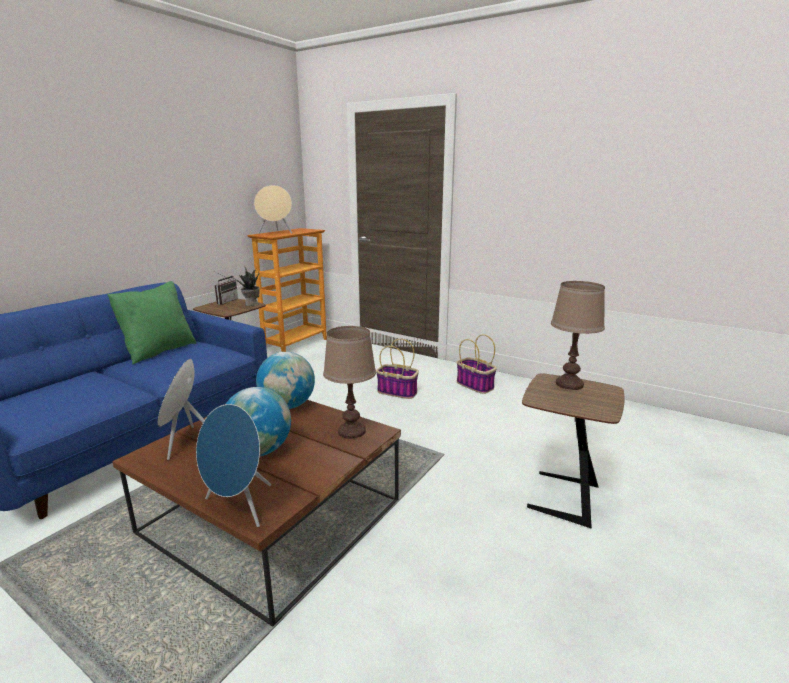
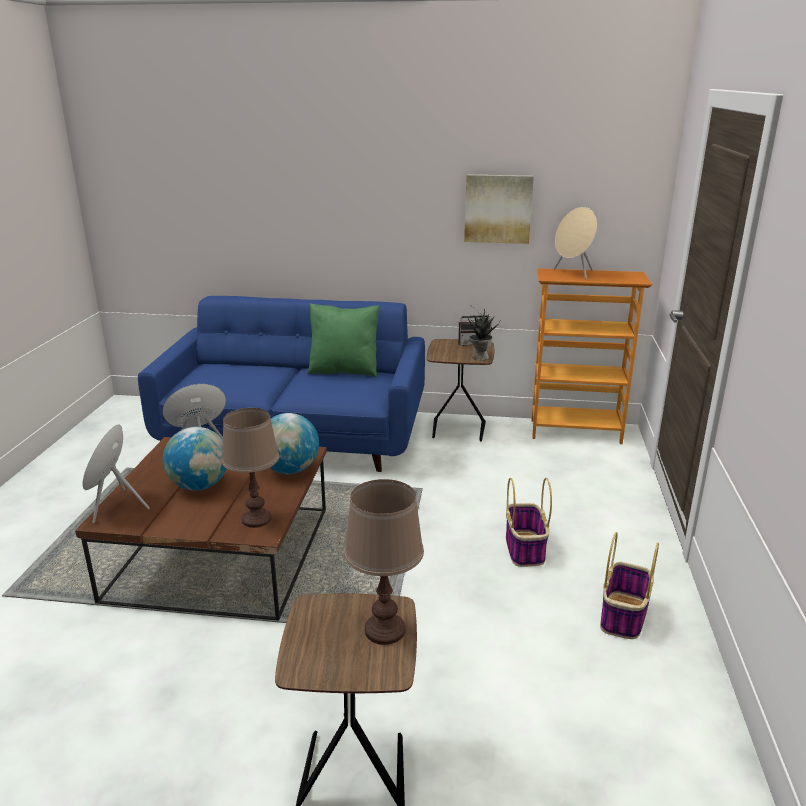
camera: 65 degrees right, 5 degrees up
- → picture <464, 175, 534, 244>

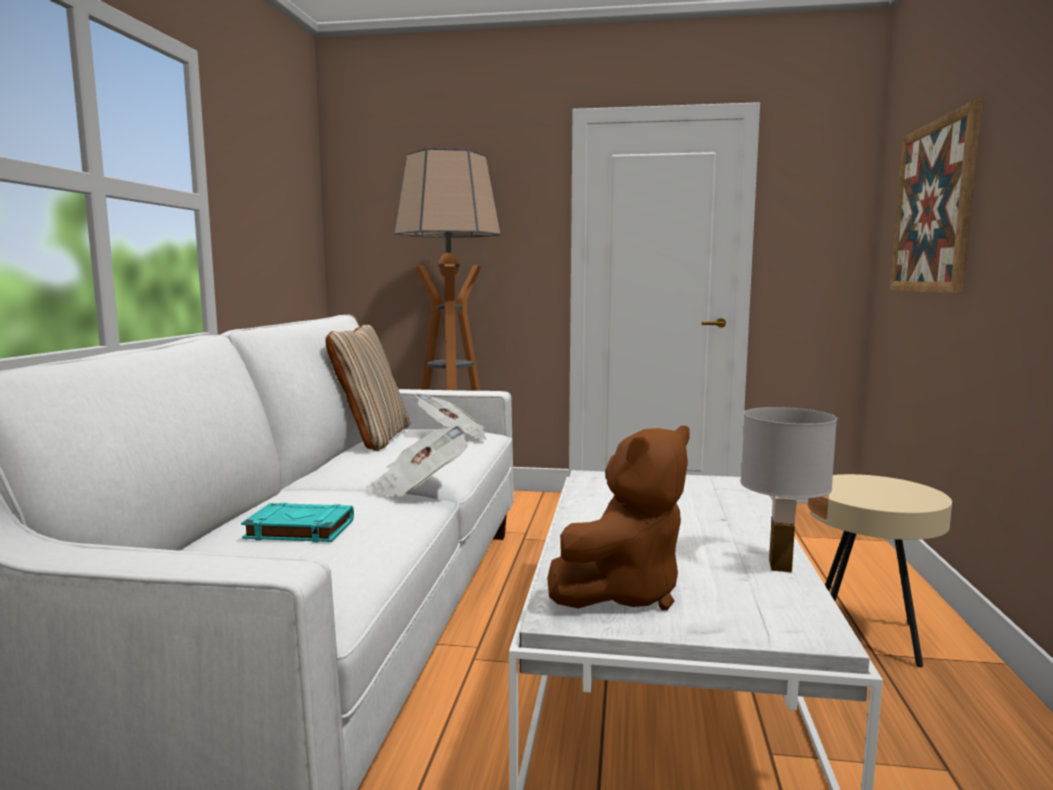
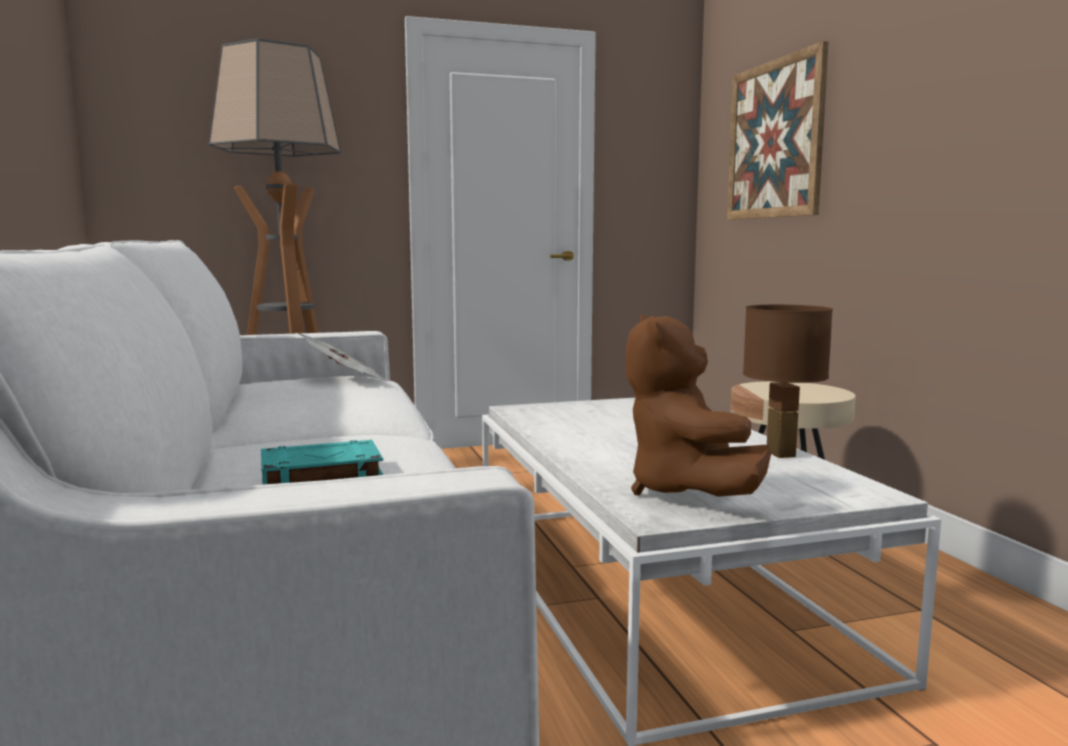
camera: 25 degrees left, 0 degrees up
brown plush toy <547, 426, 689, 610> → brown plush toy <625, 314, 771, 497>, 150 degrees clockwise
white table lamp <740, 407, 837, 573> → brown table lamp <743, 305, 833, 458>
beige pillow <325, 324, 410, 451> → -
newspaper <366, 425, 468, 497> → -

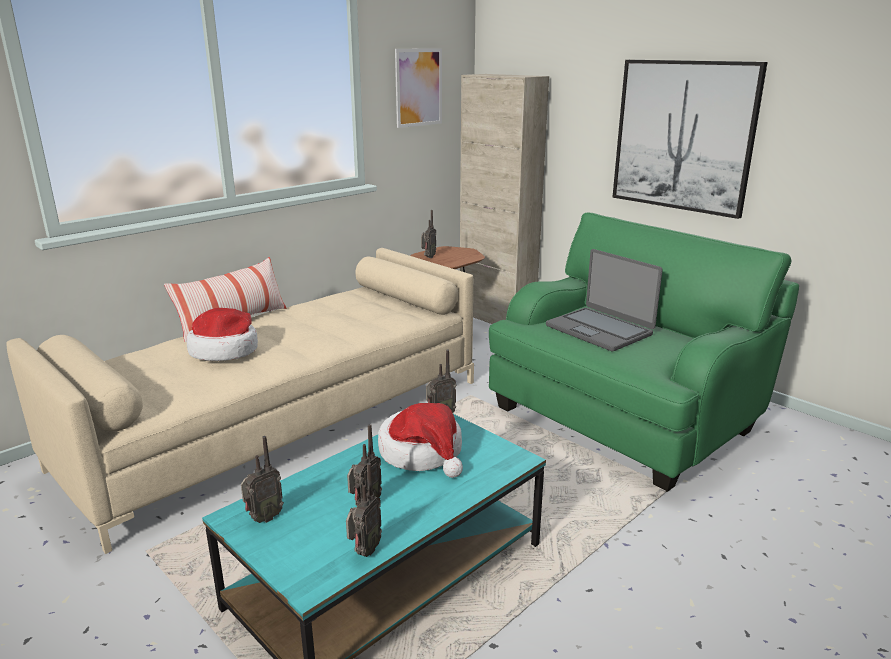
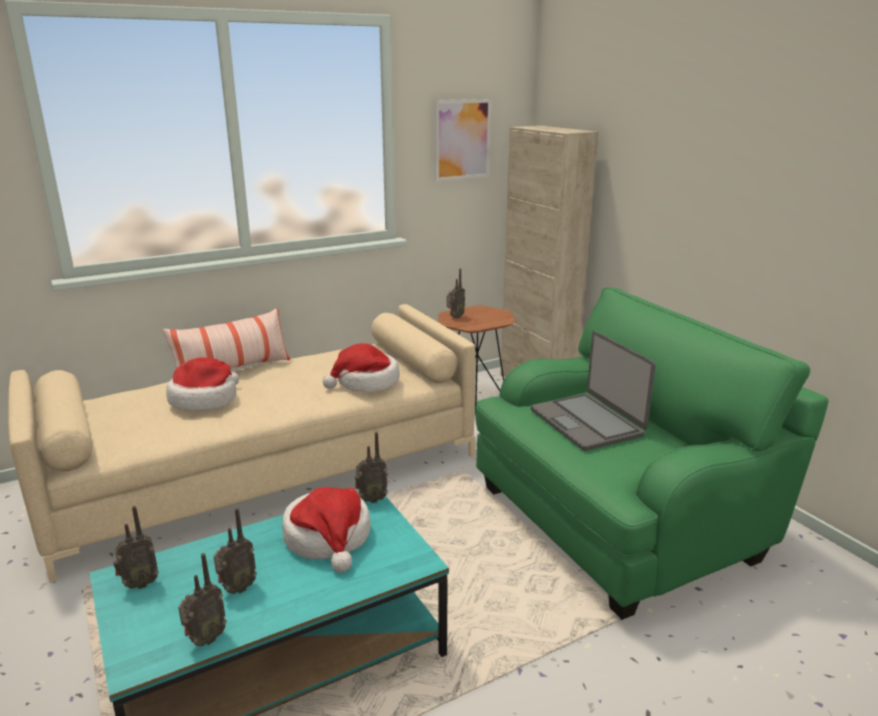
camera: 15 degrees right, 0 degrees up
- → hat <323, 343, 400, 392>
picture <613, 60, 767, 219> → -

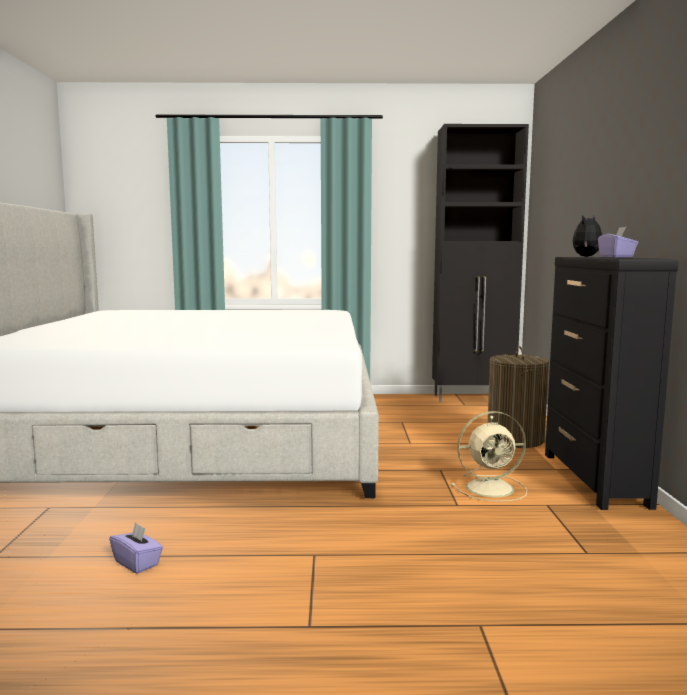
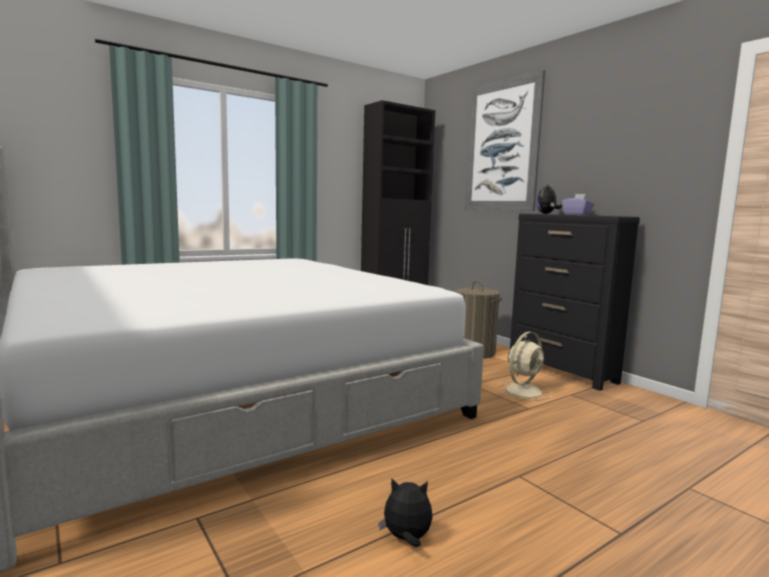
camera: 35 degrees left, 0 degrees up
purple tissue box <109, 522, 163, 574> → plush toy <378, 478, 433, 547>
- → picture <465, 70, 545, 211>

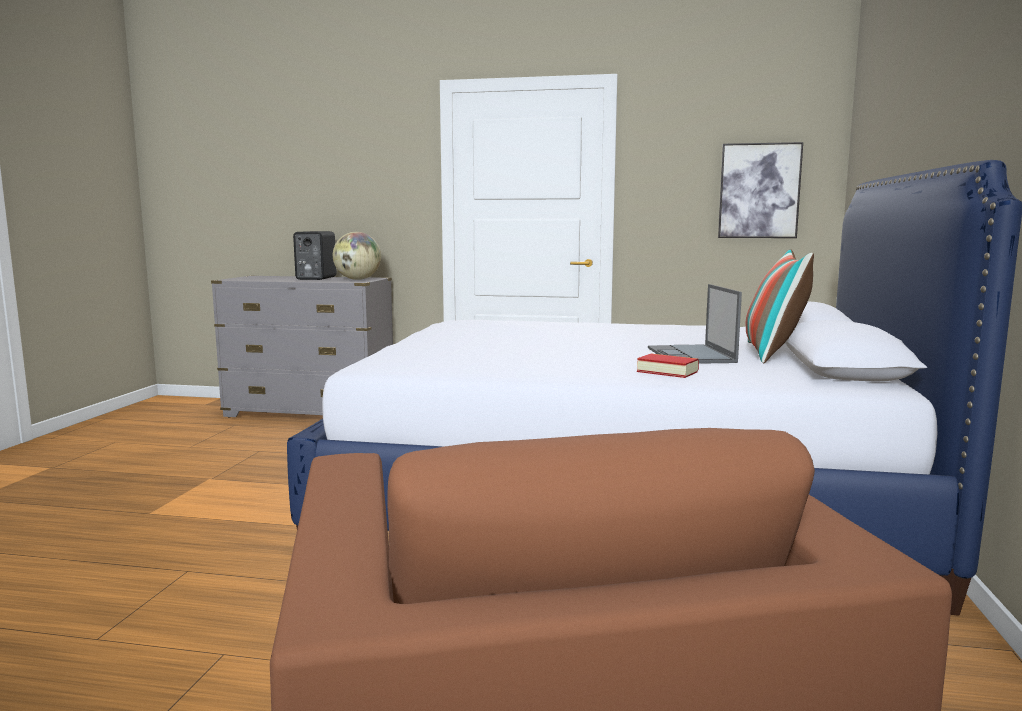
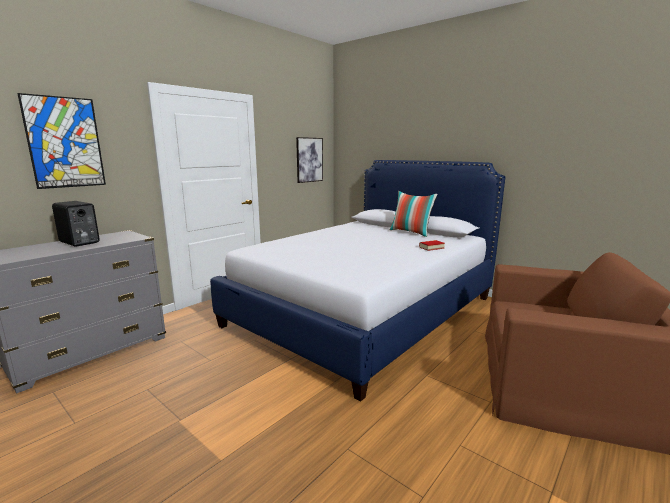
camera: 60 degrees left, 5 degrees up
- → picture <17, 93, 106, 189>
globe <333, 232, 381, 280> → -
laptop <648, 284, 742, 364> → -

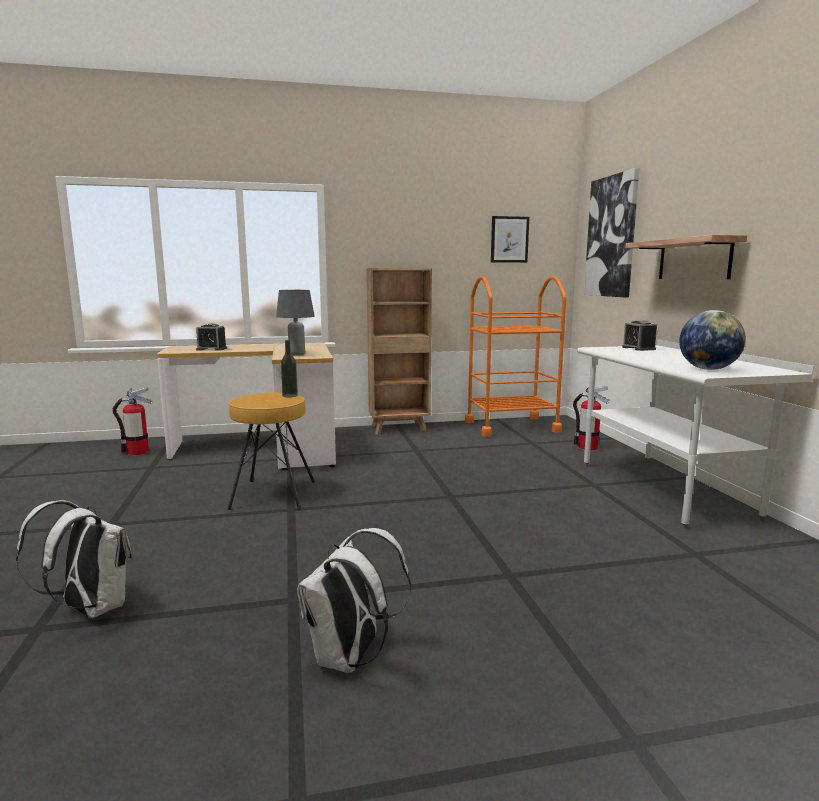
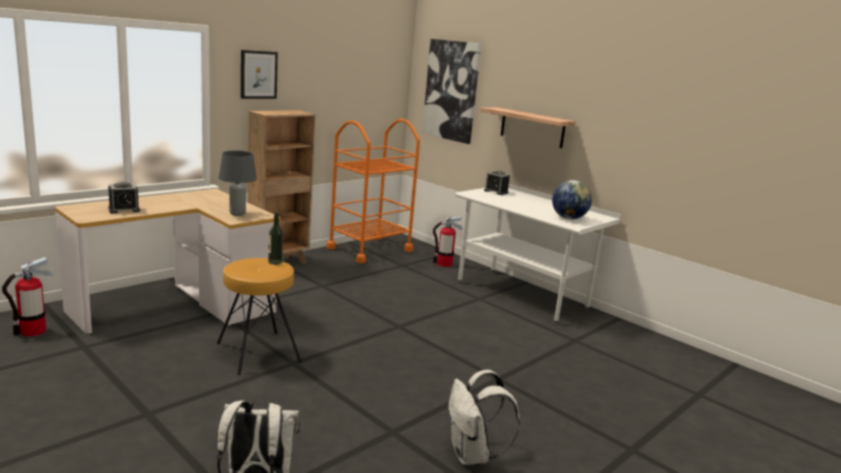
camera: 35 degrees left, 5 degrees up
picture <491, 216, 529, 263> → picture <241, 50, 278, 99>, relocated

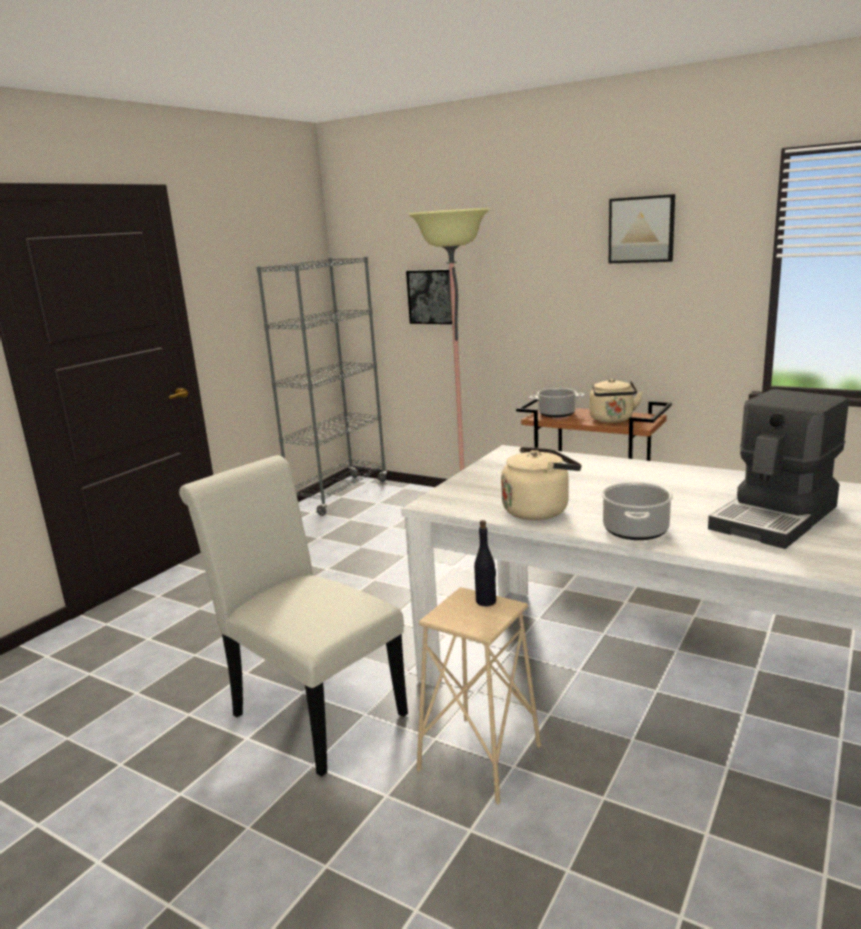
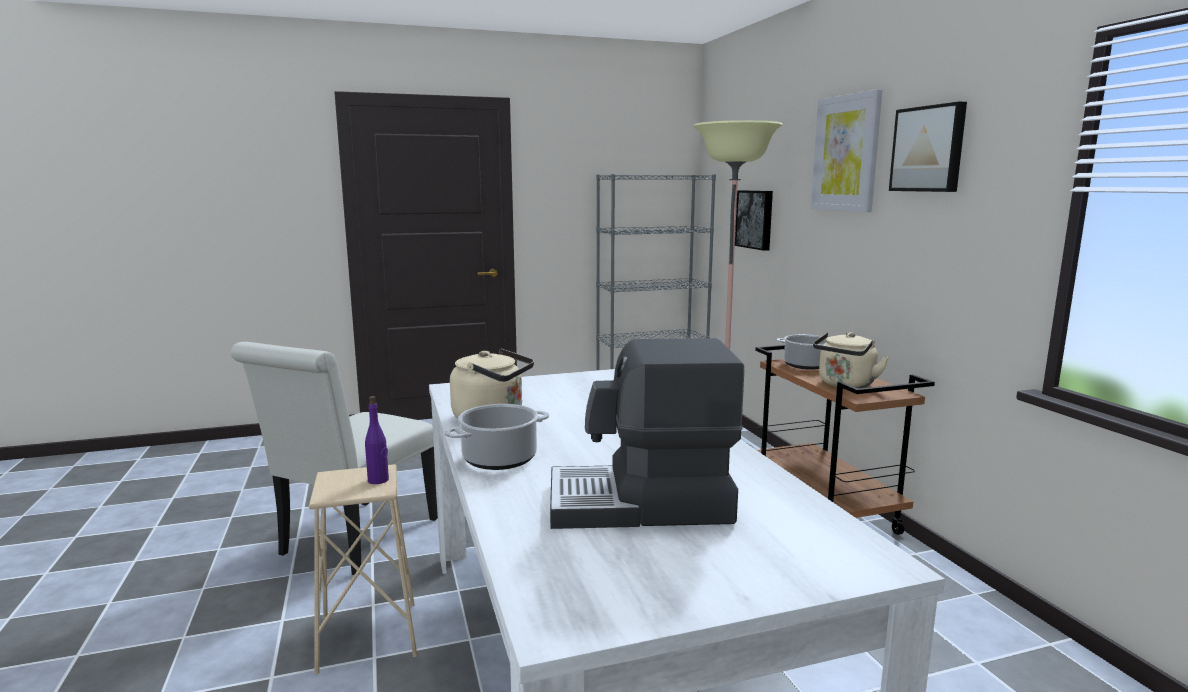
camera: 40 degrees right, 5 degrees down
white chair <179, 455, 408, 777> → white chair <231, 342, 438, 575>, 150 degrees counterclockwise
black bottle <474, 520, 496, 606> → purple bottle <365, 396, 389, 484>
- → picture <811, 89, 882, 212>

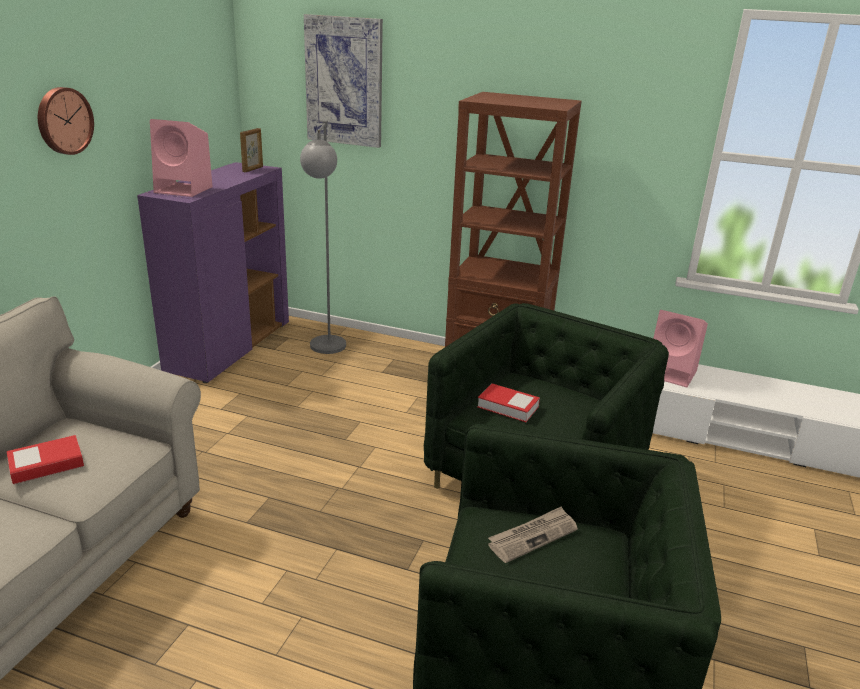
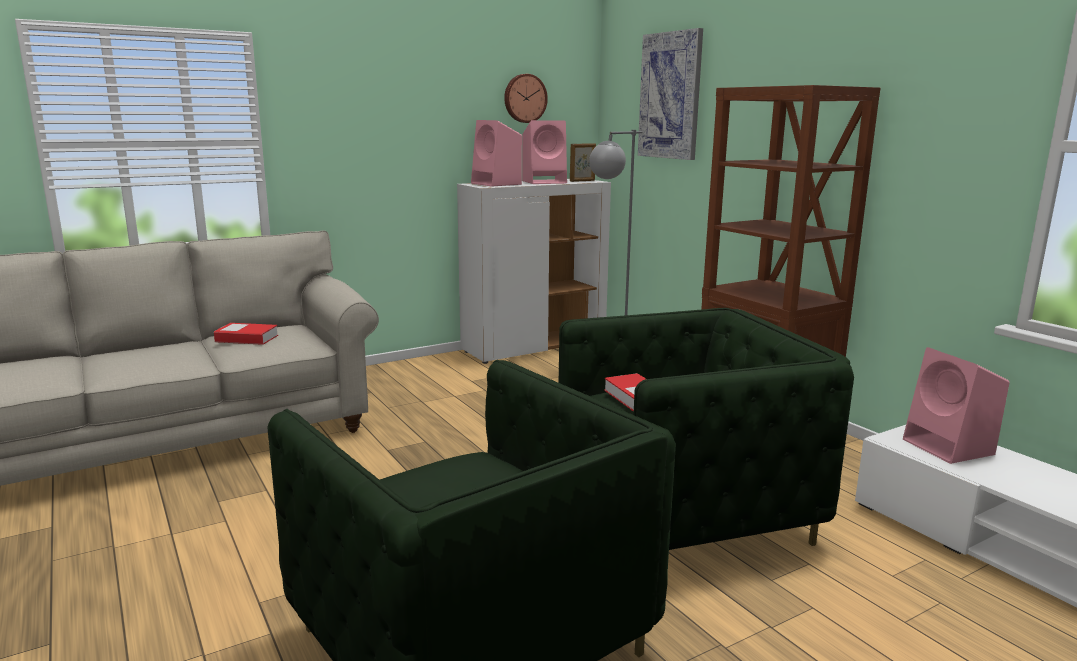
camera: 40 degrees right, 10 degrees down
purple cabinet <137, 162, 289, 383> → white cabinet <457, 179, 611, 364>
wall clock <38, 87, 94, 155> → wall clock <504, 74, 548, 123>, relocated
- → pink speaker <522, 120, 567, 184>
newspaper <488, 506, 578, 563> → -

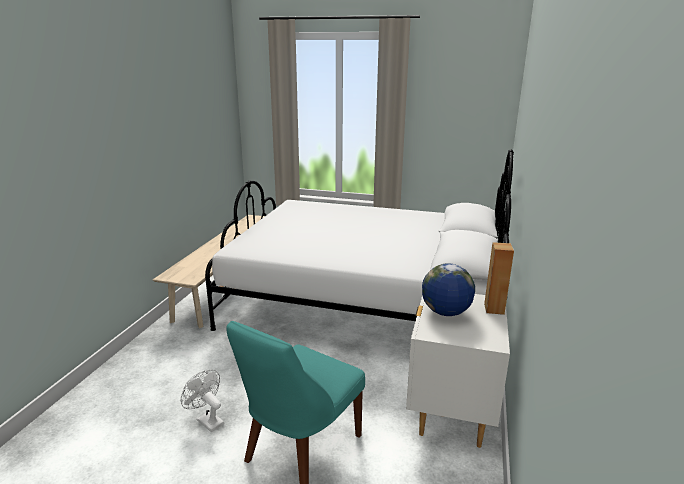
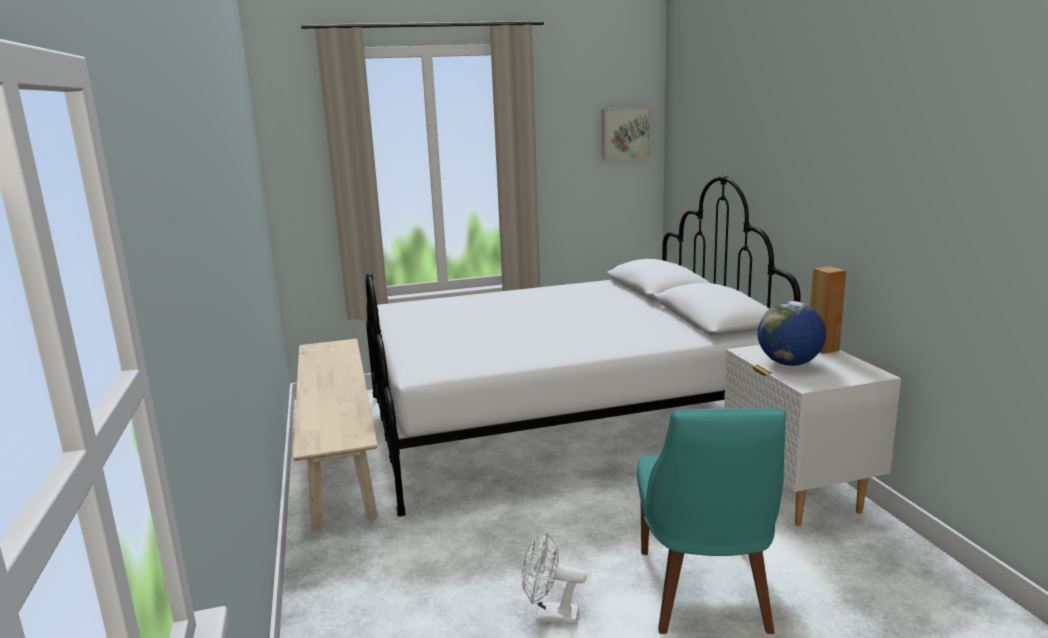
camera: 30 degrees left, 5 degrees down
- → picture <601, 107, 651, 161>

